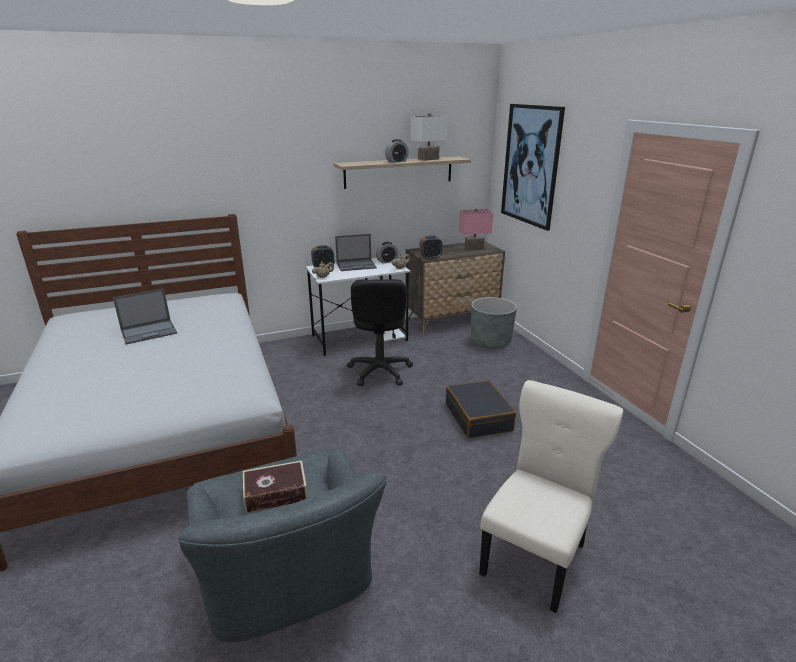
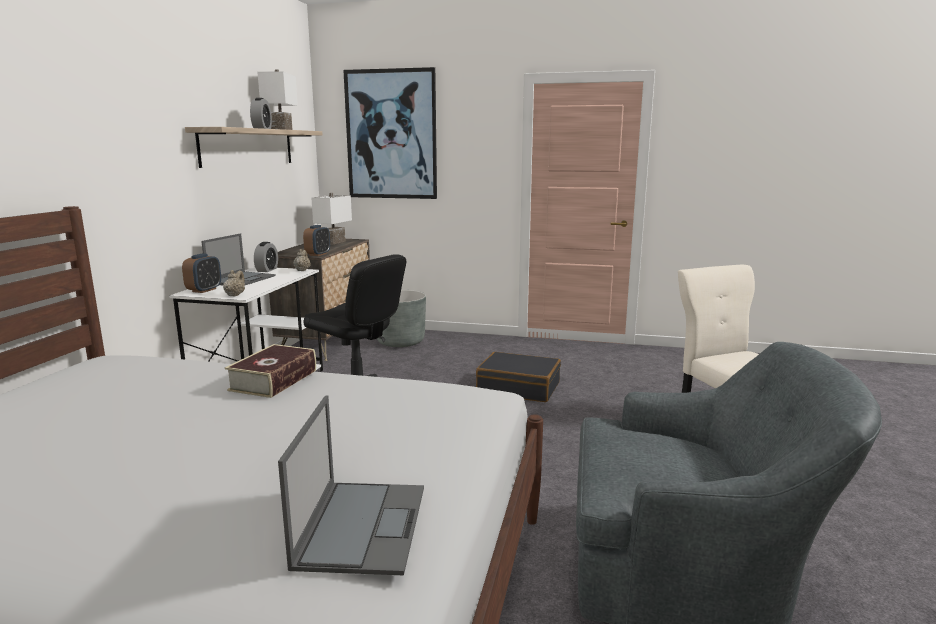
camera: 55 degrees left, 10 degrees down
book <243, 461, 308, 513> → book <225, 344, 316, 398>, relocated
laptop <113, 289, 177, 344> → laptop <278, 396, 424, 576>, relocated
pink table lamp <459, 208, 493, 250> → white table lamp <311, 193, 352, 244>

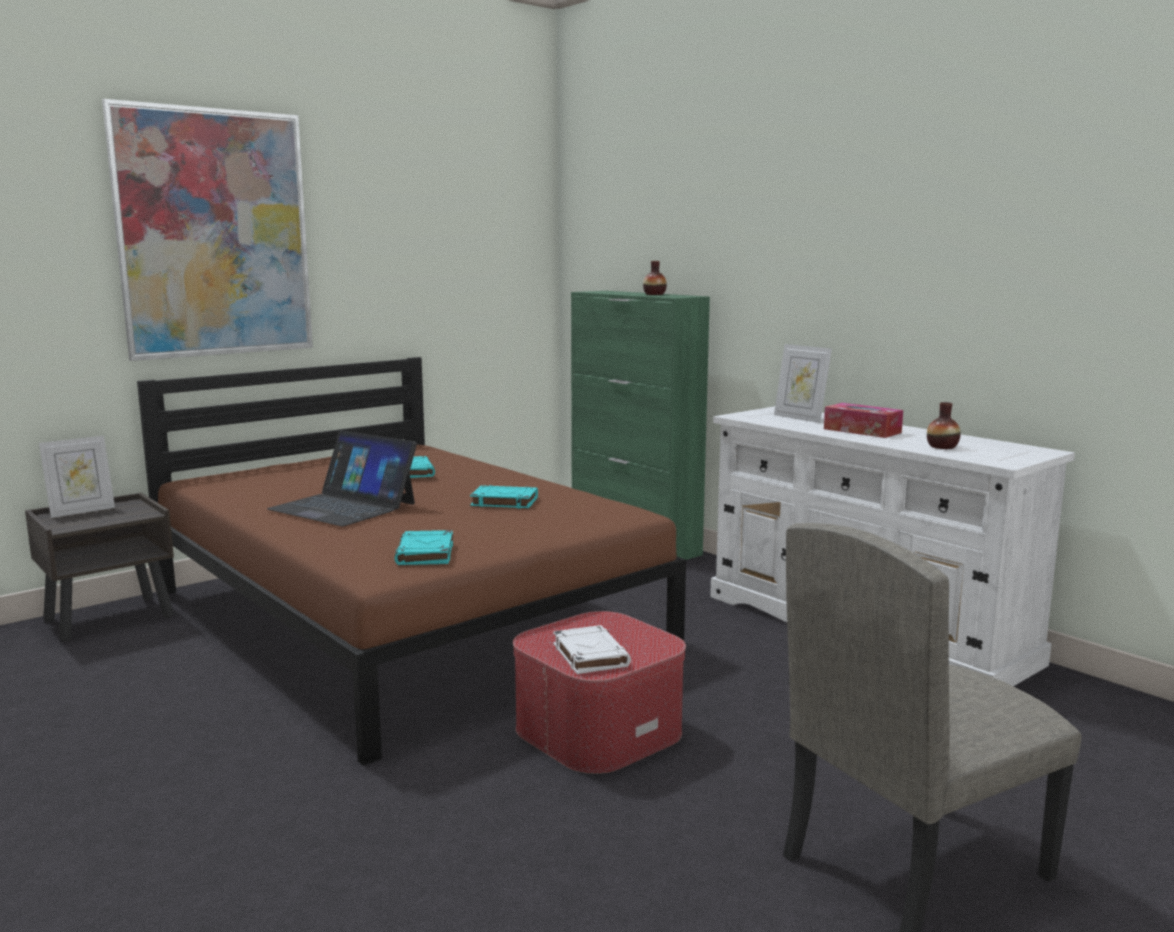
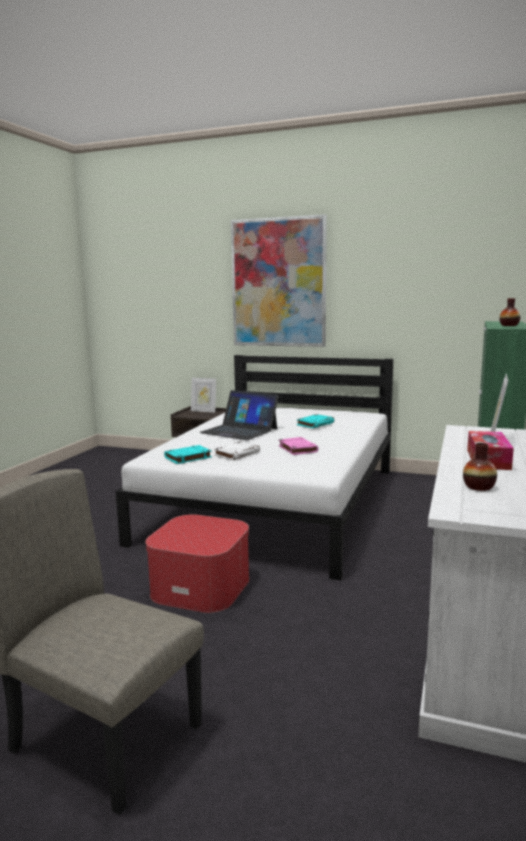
camera: 60 degrees right, 0 degrees up
brown bed <137, 357, 686, 766> → white bed <116, 355, 393, 581>
laptop <267, 430, 417, 526> → laptop <199, 390, 279, 440>, 60 degrees counterclockwise
white book <553, 625, 631, 674> → white book <214, 441, 260, 460>, relocated
turquoise book <470, 485, 538, 508> → pink book <279, 437, 319, 455>

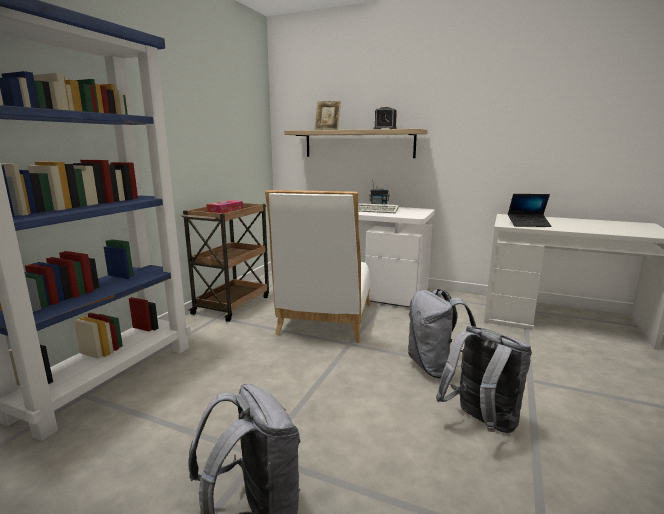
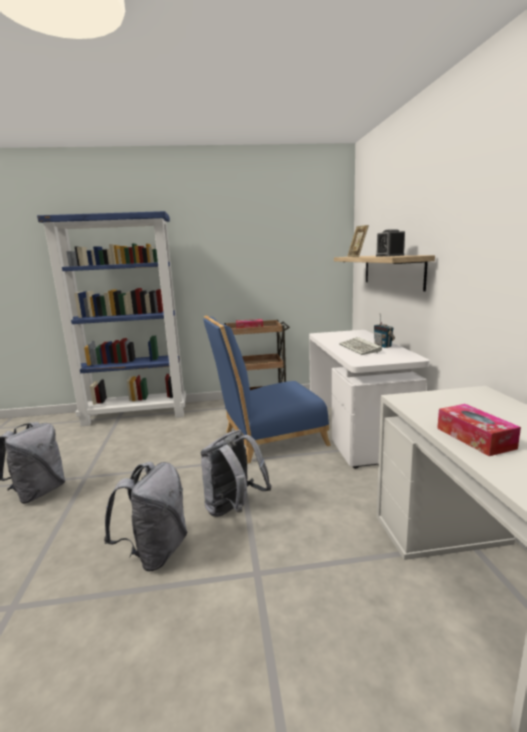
camera: 60 degrees right, 0 degrees up
white chair <265, 190, 371, 343> → blue chair <203, 316, 331, 464>
- → tissue box <437, 404, 521, 456>
laptop <508, 194, 552, 227> → -

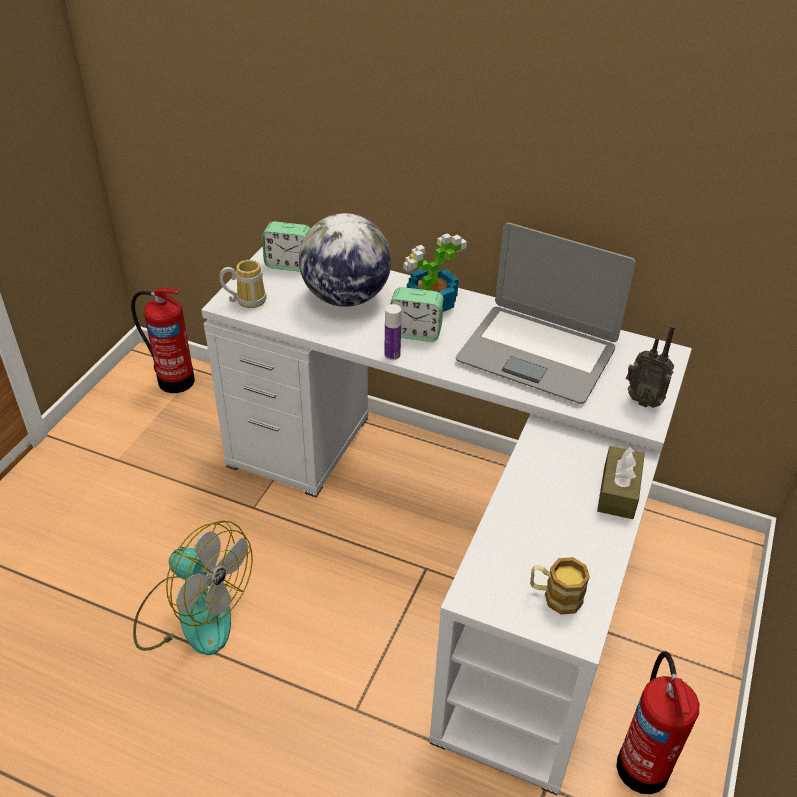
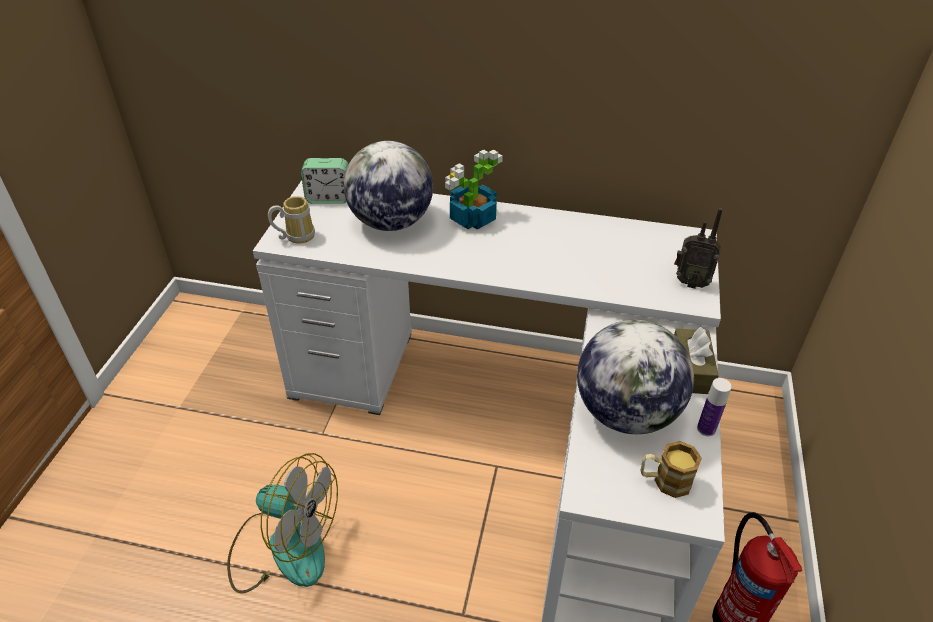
camera: 10 degrees left, 0 degrees up
- → globe <577, 320, 694, 434>
bottle <384, 304, 401, 360> → bottle <697, 378, 732, 436>, relocated
fire extinguisher <131, 288, 195, 393> → -
alarm clock <390, 287, 444, 342> → -
laptop <456, 223, 636, 404> → -

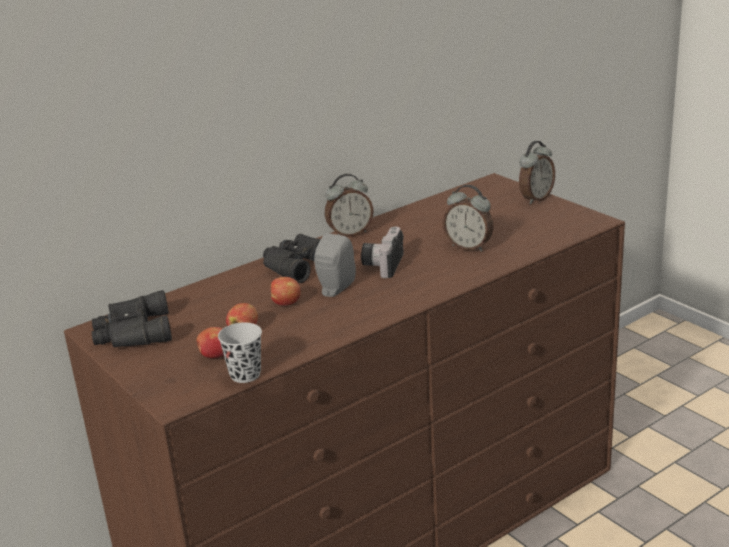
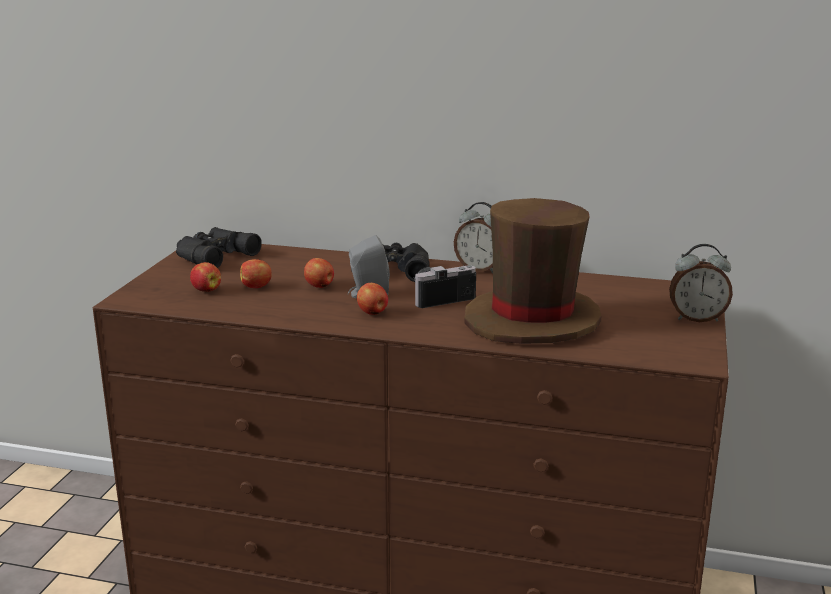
camera: 50 degrees right, 5 degrees down
- → apple <357, 283, 388, 315>
alarm clock <443, 185, 494, 252> → brown hat <465, 198, 602, 344>
black cup <218, 322, 262, 383> → -

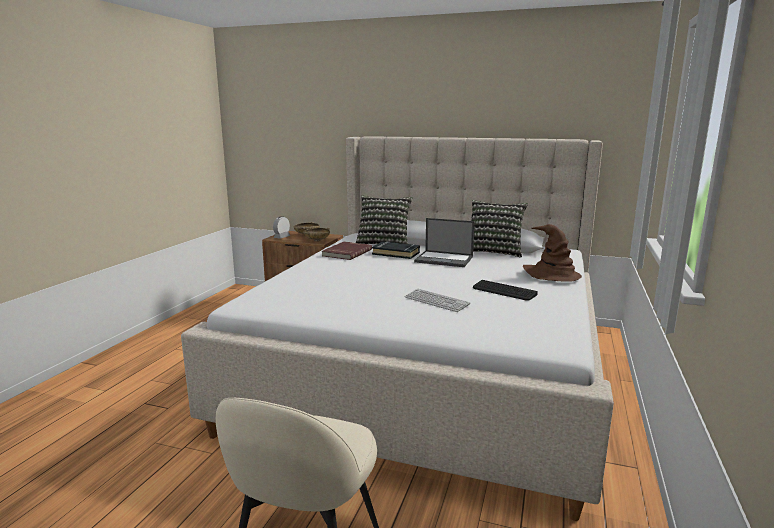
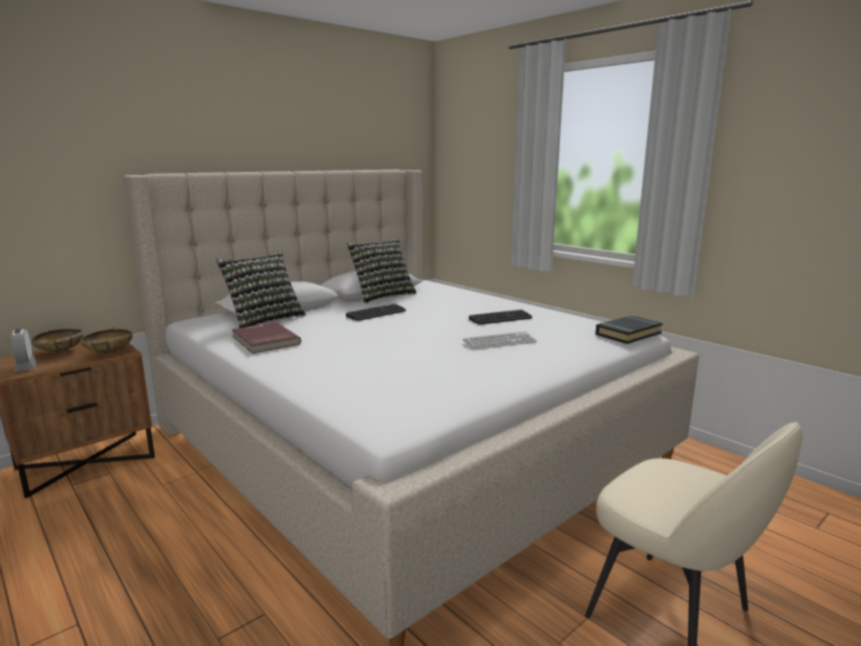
camera: 60 degrees left, 0 degrees up
laptop <414, 218, 475, 267> → keyboard <346, 304, 406, 321>
black book <372, 241, 420, 259> → black book <595, 315, 663, 344>, relocated
brown hat <523, 224, 582, 282> → -

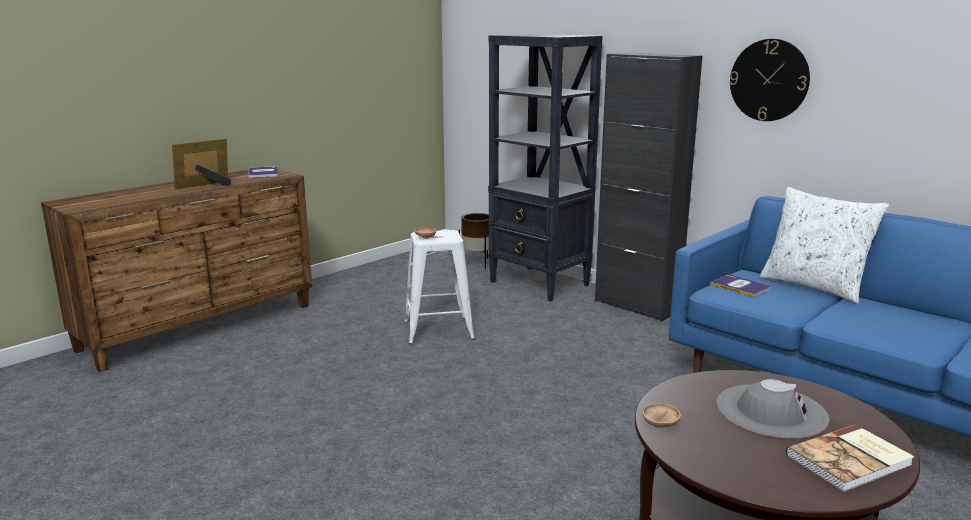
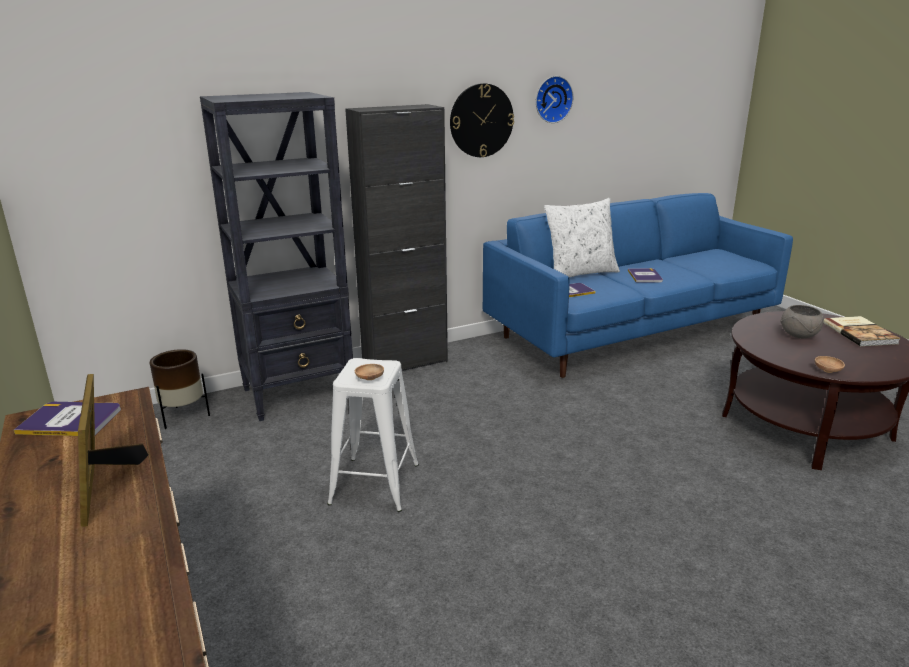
camera: 70 degrees left, 5 degrees up
- → wall clock <536, 76, 574, 123>
- → book <628, 268, 663, 283>
grey hat <716, 379, 829, 438> → grey bowl <780, 305, 824, 339>

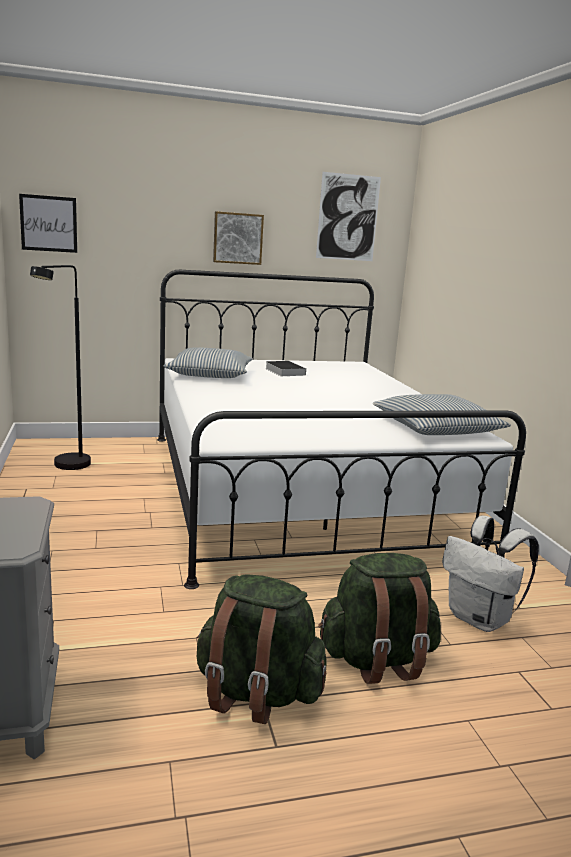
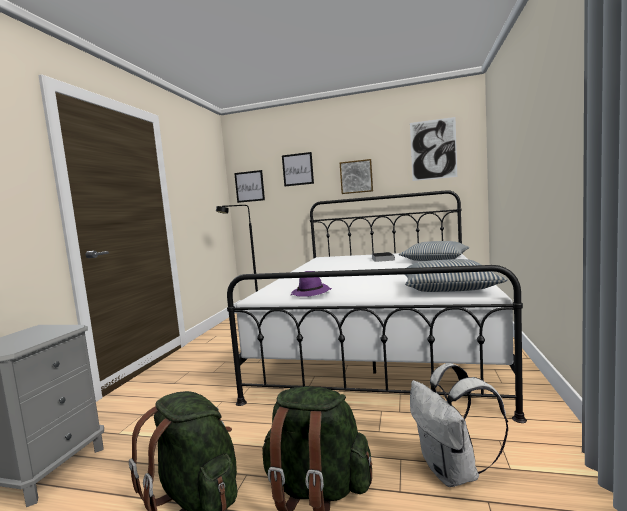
camera: 30 degrees right, 10 degrees down
- → picture <282, 152, 314, 186>
- → purple hat <290, 271, 332, 297>
pillow <163, 347, 253, 378> → pillow <399, 241, 470, 261>, relocated

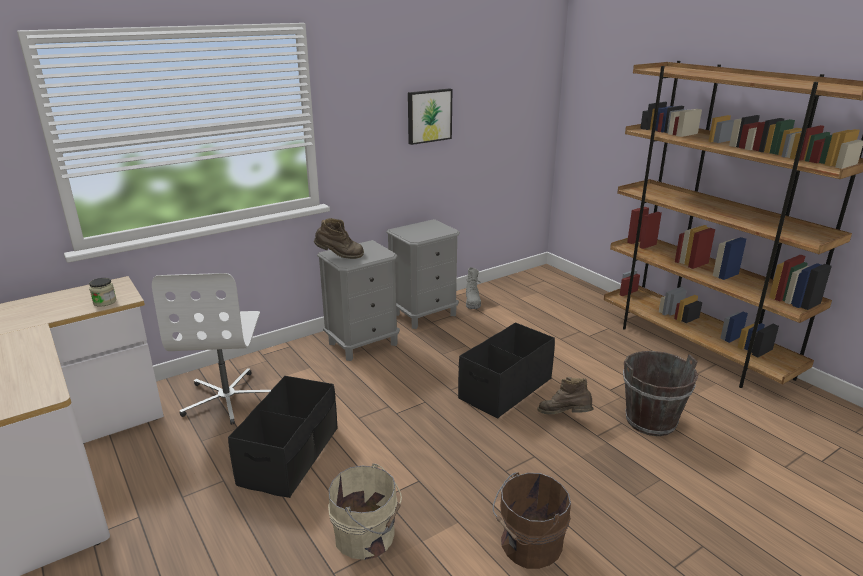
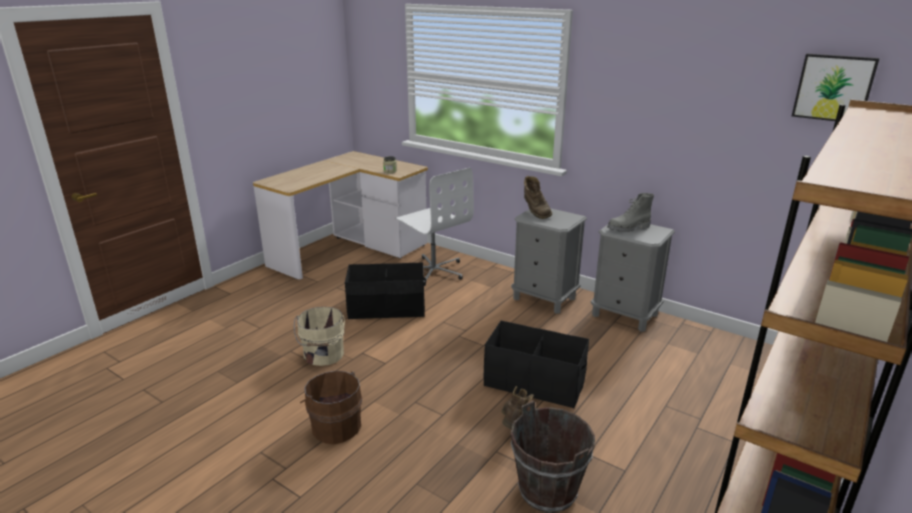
camera: 70 degrees right, 0 degrees up
white office chair <152, 273, 271, 425> → white office chair <395, 168, 474, 286>, 105 degrees counterclockwise
grey boot <466, 267, 481, 309> → grey boot <607, 193, 654, 232>, relocated
picture <408, 88, 452, 145> → picture <792, 54, 880, 121>, relocated

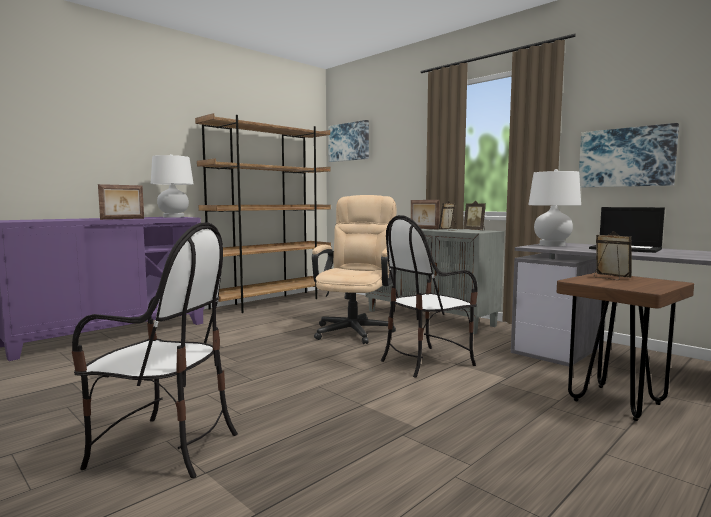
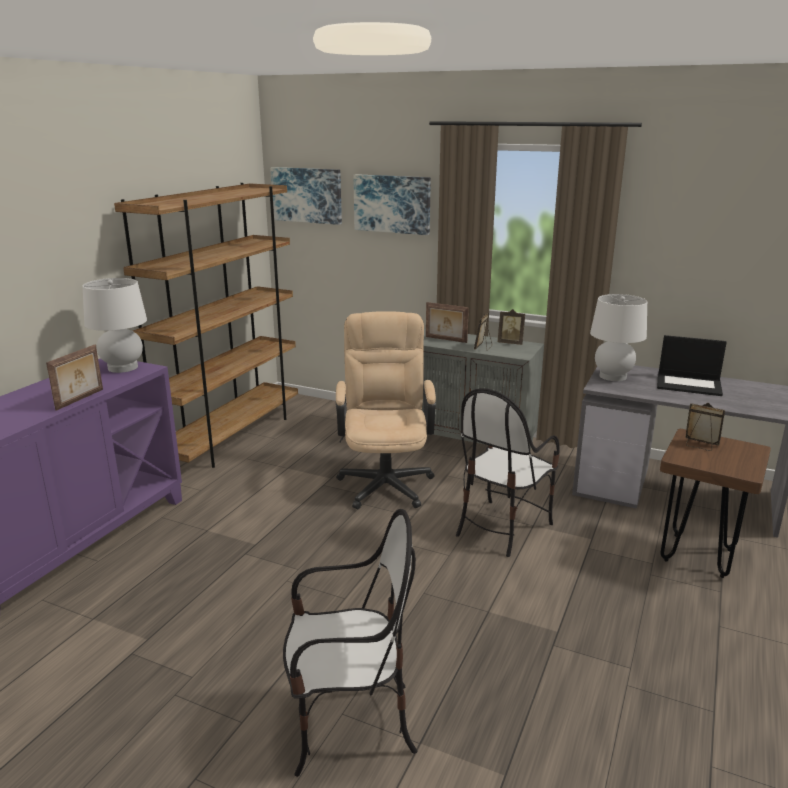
camera: 20 degrees left, 15 degrees up
picture <579, 123, 679, 187> → picture <353, 174, 431, 235>, relocated

